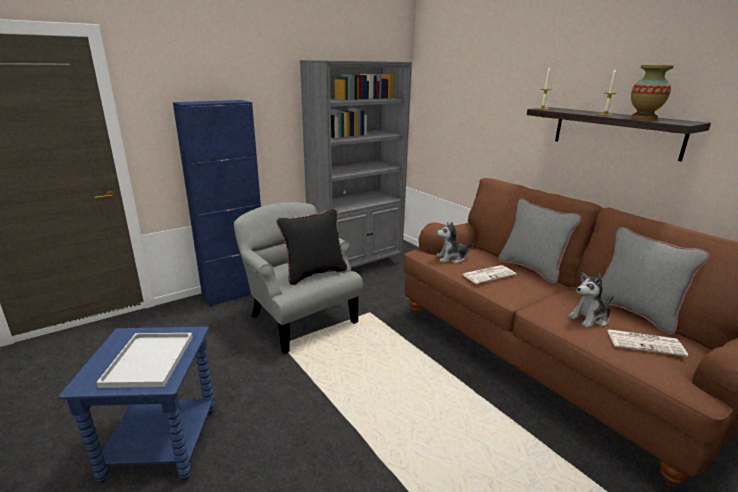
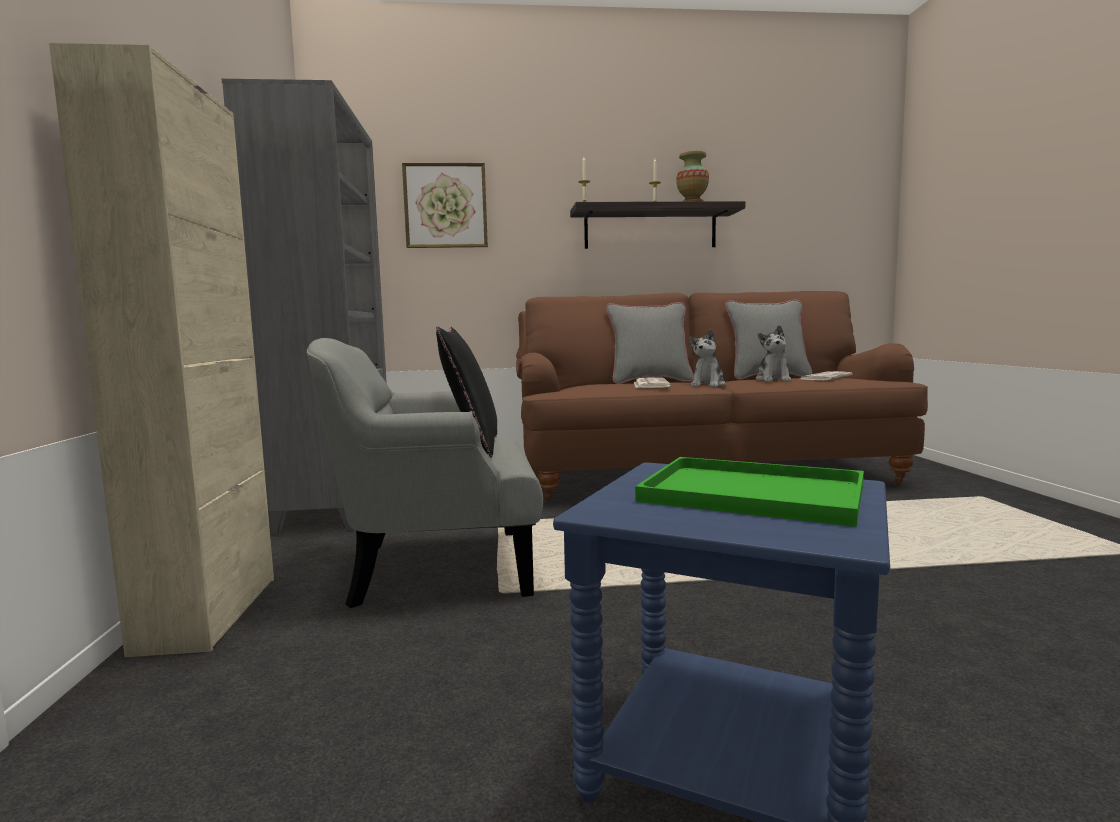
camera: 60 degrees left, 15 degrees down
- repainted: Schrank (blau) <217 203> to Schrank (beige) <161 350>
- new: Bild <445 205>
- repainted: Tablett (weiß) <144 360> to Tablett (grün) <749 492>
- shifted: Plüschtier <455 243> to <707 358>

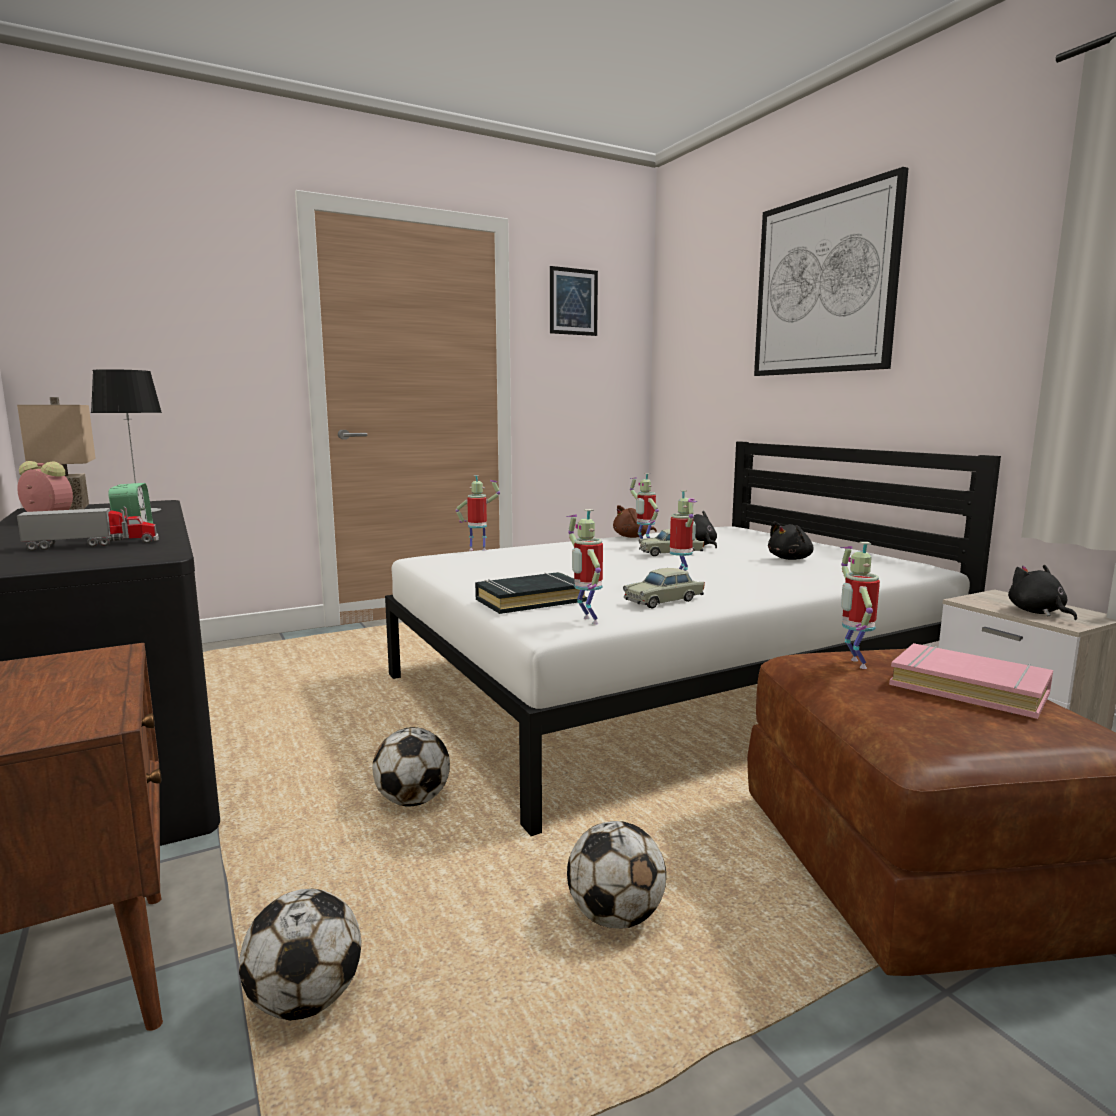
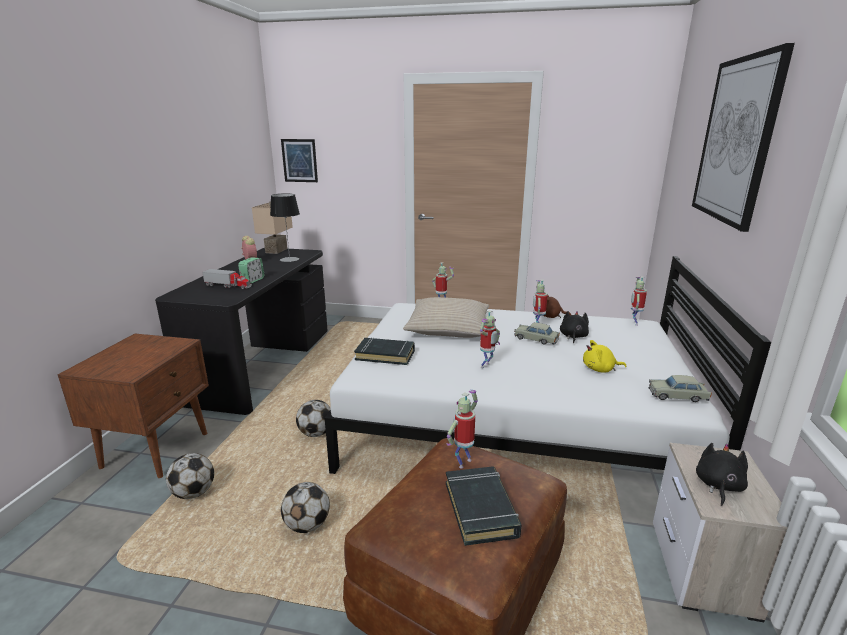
camera: 40 degrees right, 10 degrees up
- shifted: Bild <574 301> to <299 160>
- new: Kissen (beige) <446 317>
- repainted: Buch (rosa) <971 681> to Buch (schwarz) <484 506>
- repainted: Plüschtier (schwarz) <791 540> to Plüschtier (gelb) <604 356>
- shifted: Spielzeugroboter <584 566> to <639 301>
- shifted: Spielzeugauto (beige) <664 588> to <680 388>

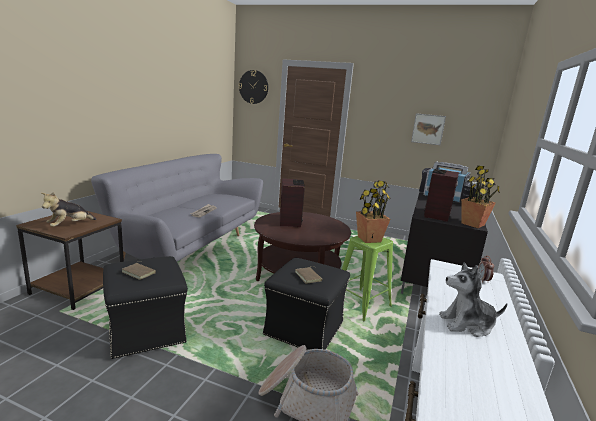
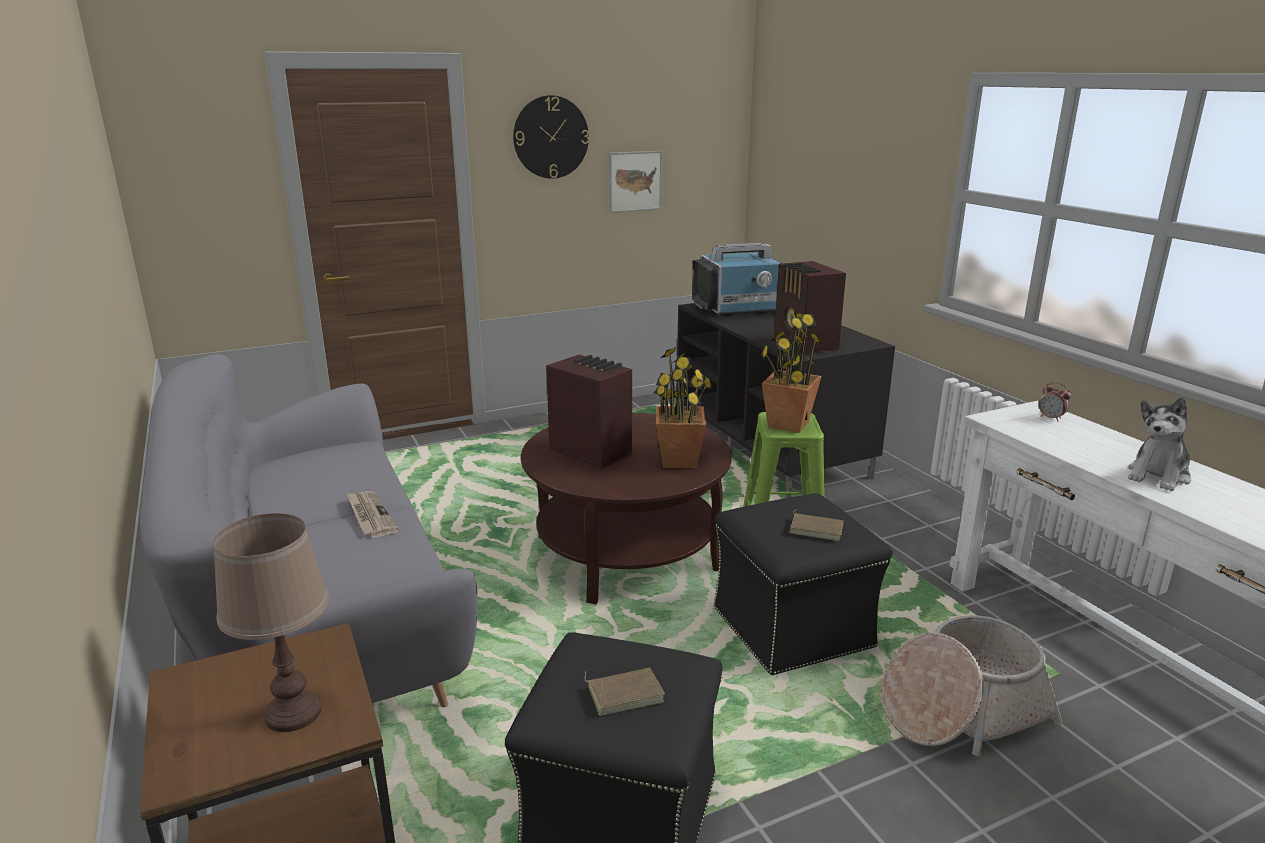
camera: 45 degrees left, 5 degrees up
- swapped: Plüschtier <68 209> to Tischlampe (braun) <271 622>
- shifted: Wanduhr <253 87> to <551 137>
- shifted: Topfpflanze <480 197> to <683 407>

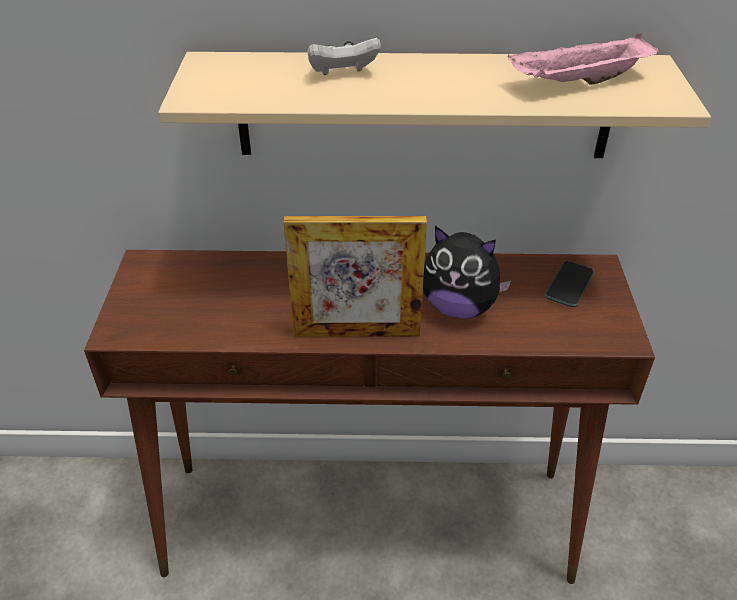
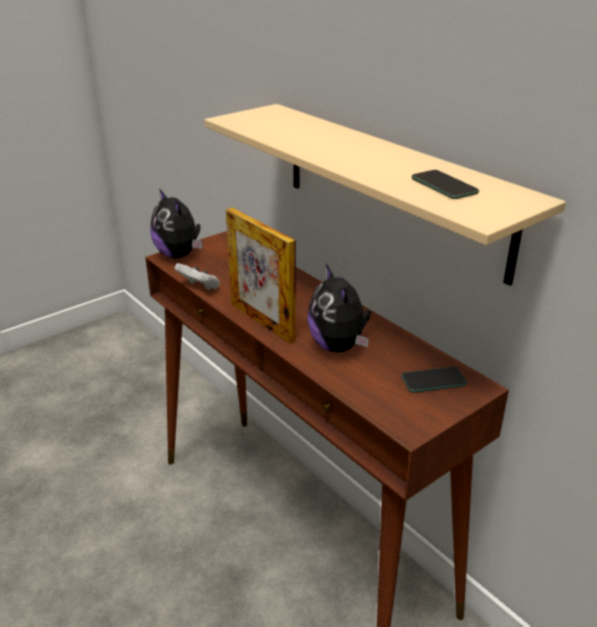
camera: 50 degrees right, 10 degrees down
- new: Plüschtier <176 223>
- shifted: Gamepad (weiß) <344 56> to <197 276>
- swapped: Tablett (rosa) <583 59> to Handy <445 184>

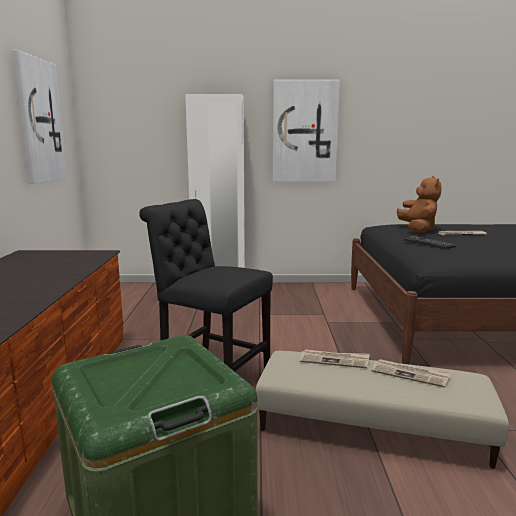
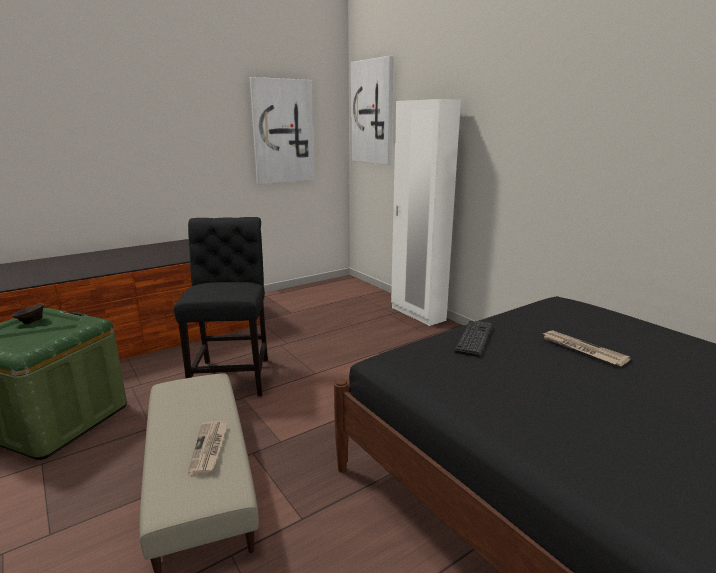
camera: 55 degrees right, 5 degrees up
- new: Schüssel (braun) <28 314>
- shifted: Bild <306 131> to <372 110>
- gone: Zeitung <335 358>
- gone: Plüschtier (braun) <419 204>

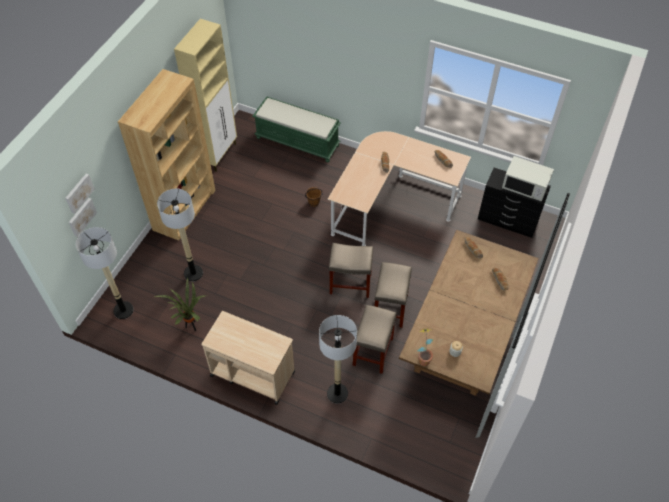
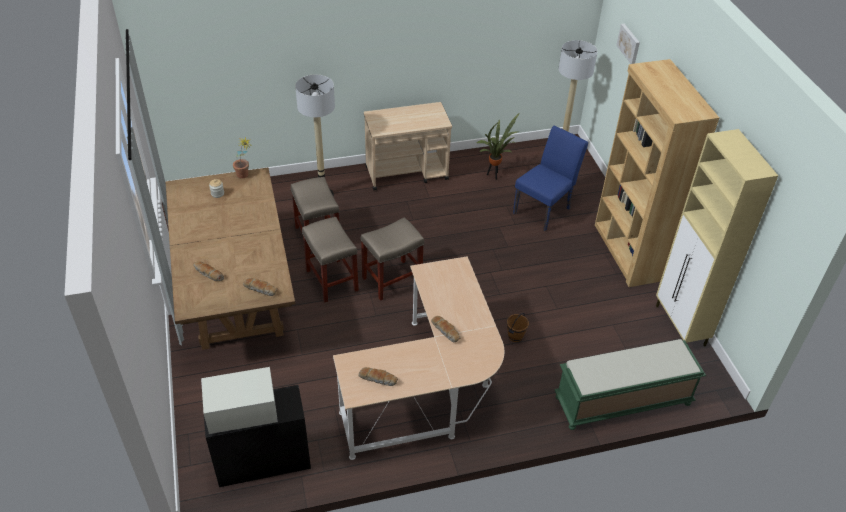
camera: 140 degrees right, 10 degrees down
- swapped: Stehlampe <180 235> to Stuhl (blau) <550 178>
- gone: Bild <83 217>

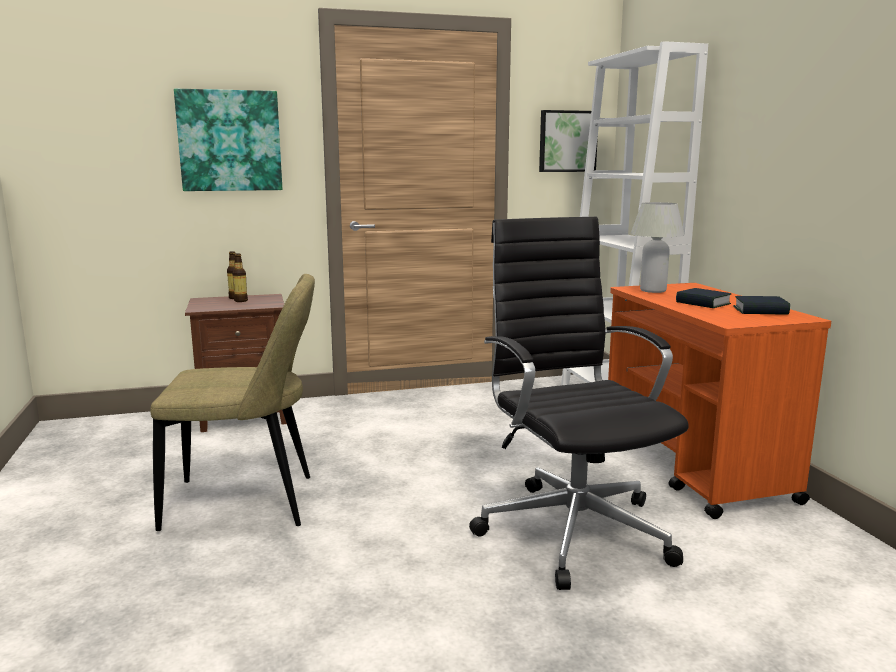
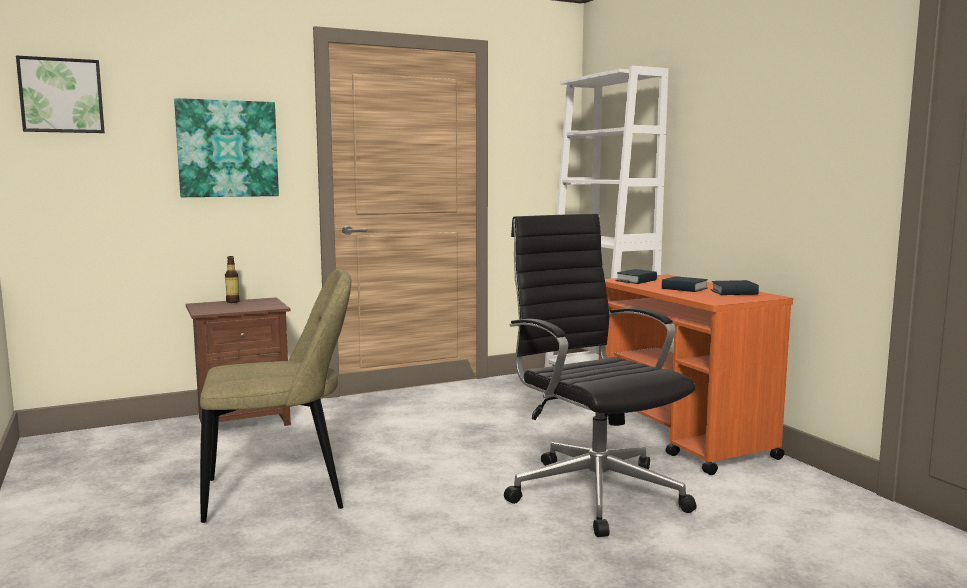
camera: 10 degrees left, 5 degrees down
- shifted: Bild <568 141> to <60 94>
- swapped: Tischlampe (weiß) <657 247> to Buch <636 276>
- gone: Flasche <240 277>

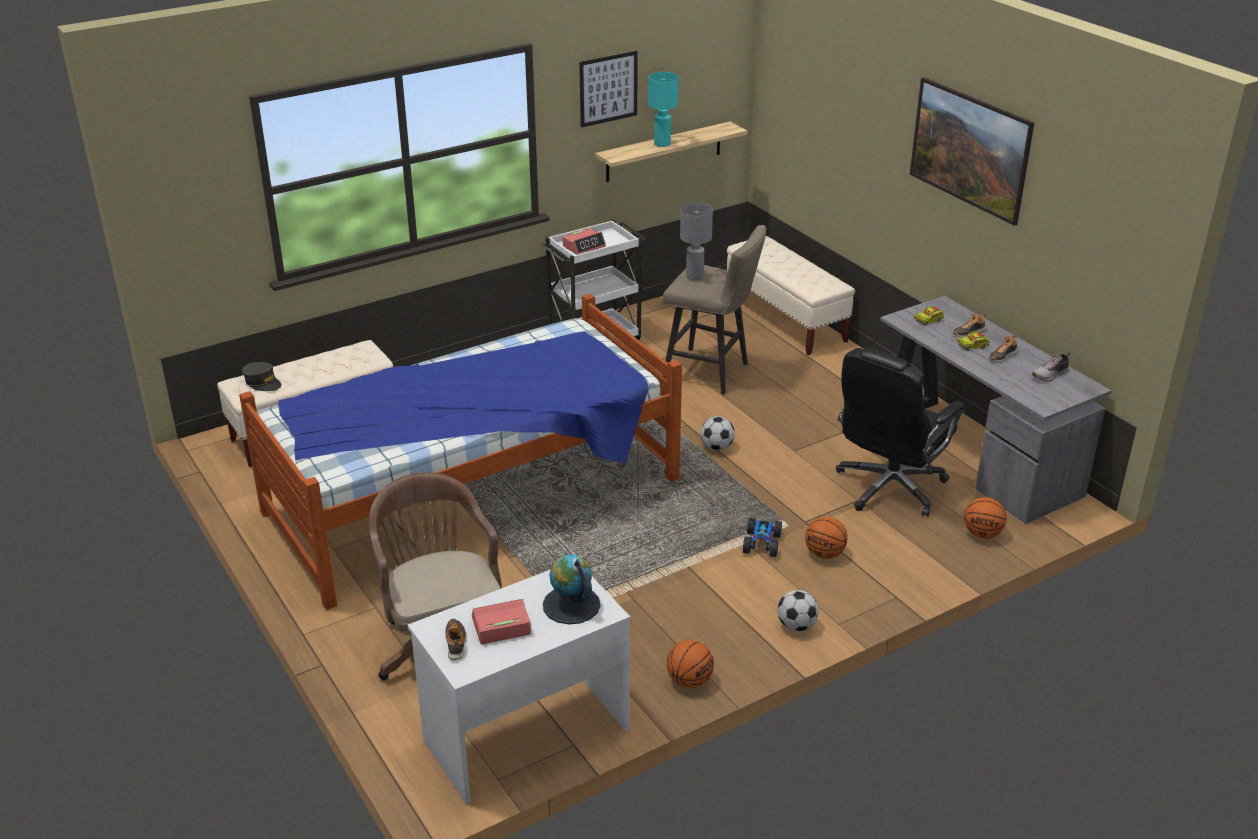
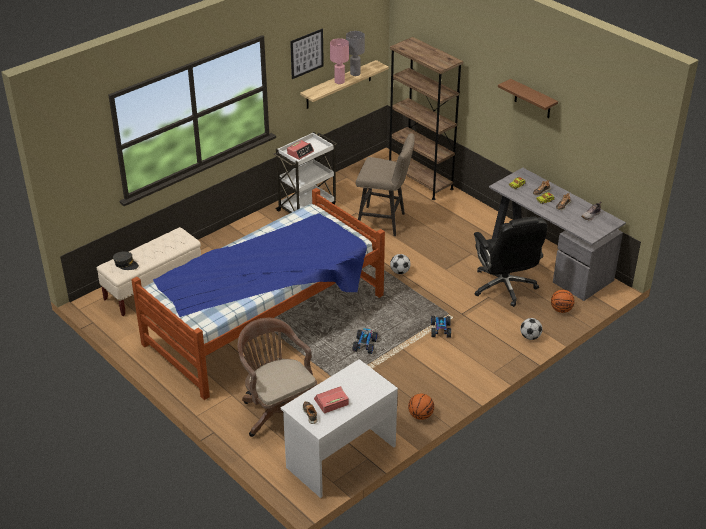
camera: 10 degrees left, 5 degrees up
- repainted: Tischlampe (türkis) <663 109> to Tischlampe (rosa) <339 61>
- shifted: Tischlampe (grau) <696 241> to <355 53>
- new: Spielzeugauto <365 341>
- swapped: Bank (beige) <791 295> to Bücherregal (braun) <426 118>
- rotated: Bürostuhl (schwarz) <901 432> = <510 261> 45 degrees counterclockwise
- swapped: Bild <972 151> to Wandregal (braun) <528 98>
- shifted: Fußball <798 610> to <531 329>
- gone: Globus <571 589>
- gone: Basketball <826 538>

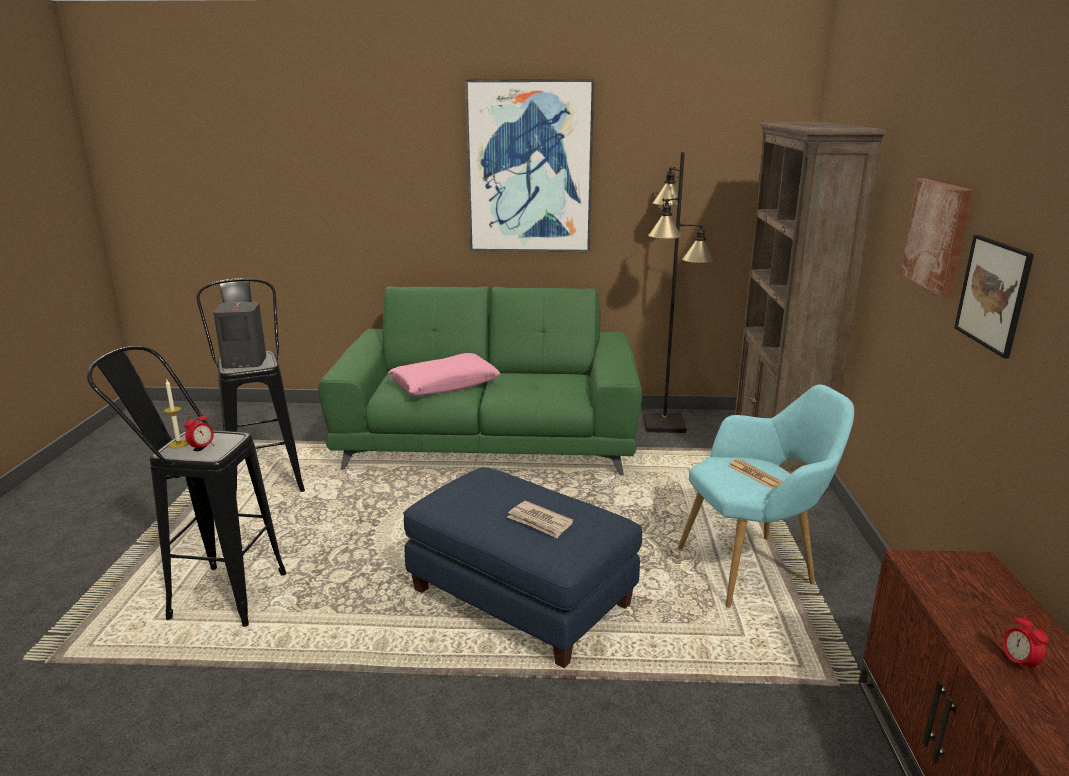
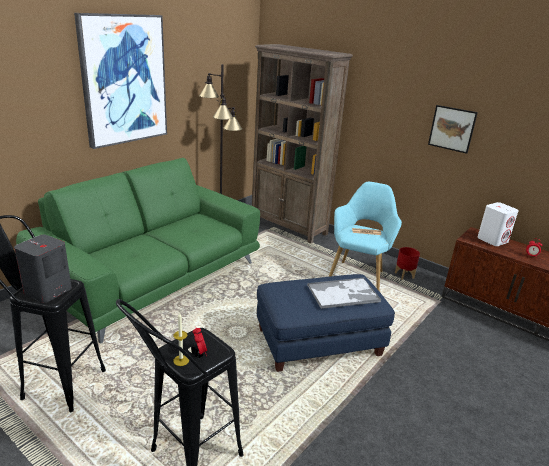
camera: 55 degrees left, 5 degrees up
- swapped: Zeitung <540 519> to Tablett <344 293>
- new: Pflanzkübel (rot) <407 263>
- new: Lautsprecher (weiß) <498 224>
- gone: Kissen (rosa) <444 374>
- gone: Bild <936 238>

